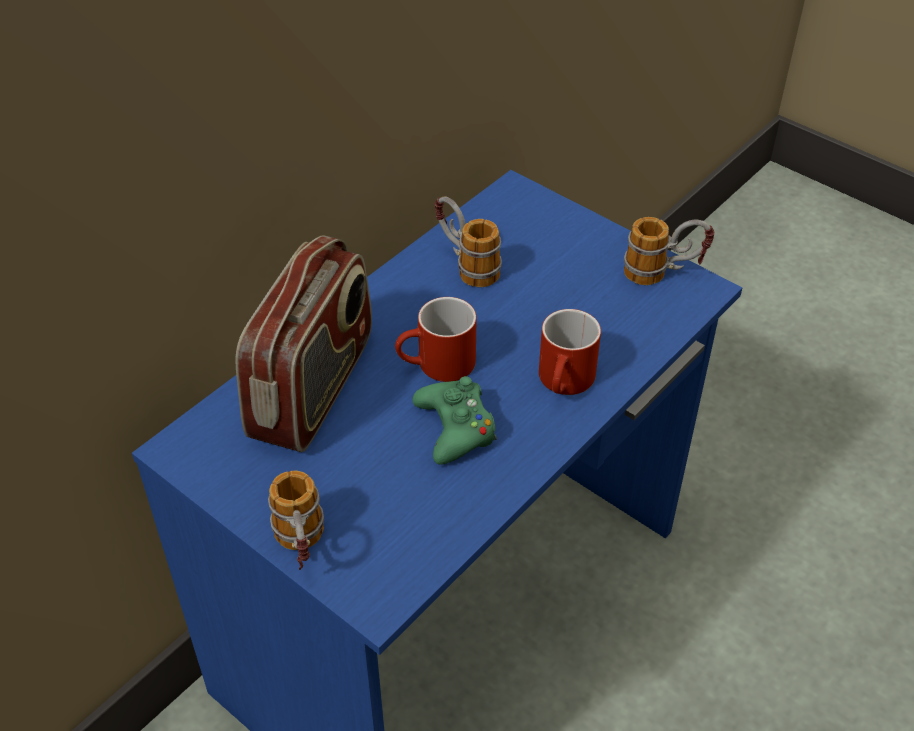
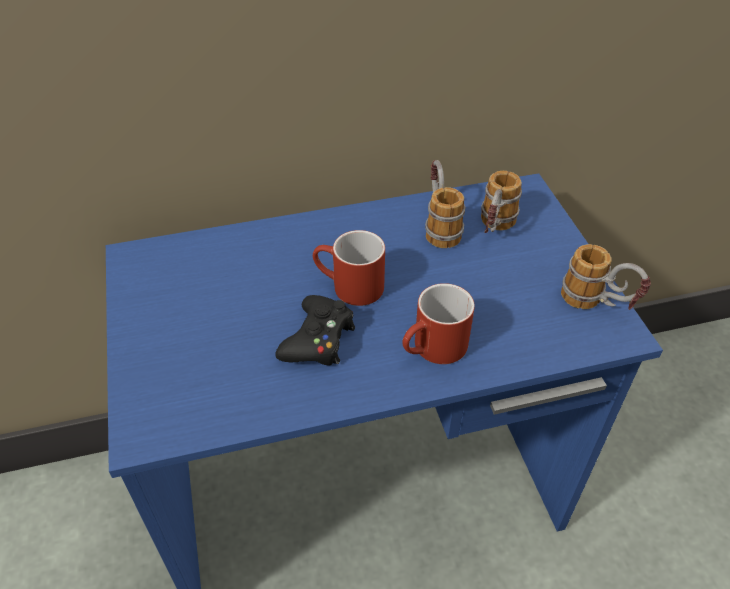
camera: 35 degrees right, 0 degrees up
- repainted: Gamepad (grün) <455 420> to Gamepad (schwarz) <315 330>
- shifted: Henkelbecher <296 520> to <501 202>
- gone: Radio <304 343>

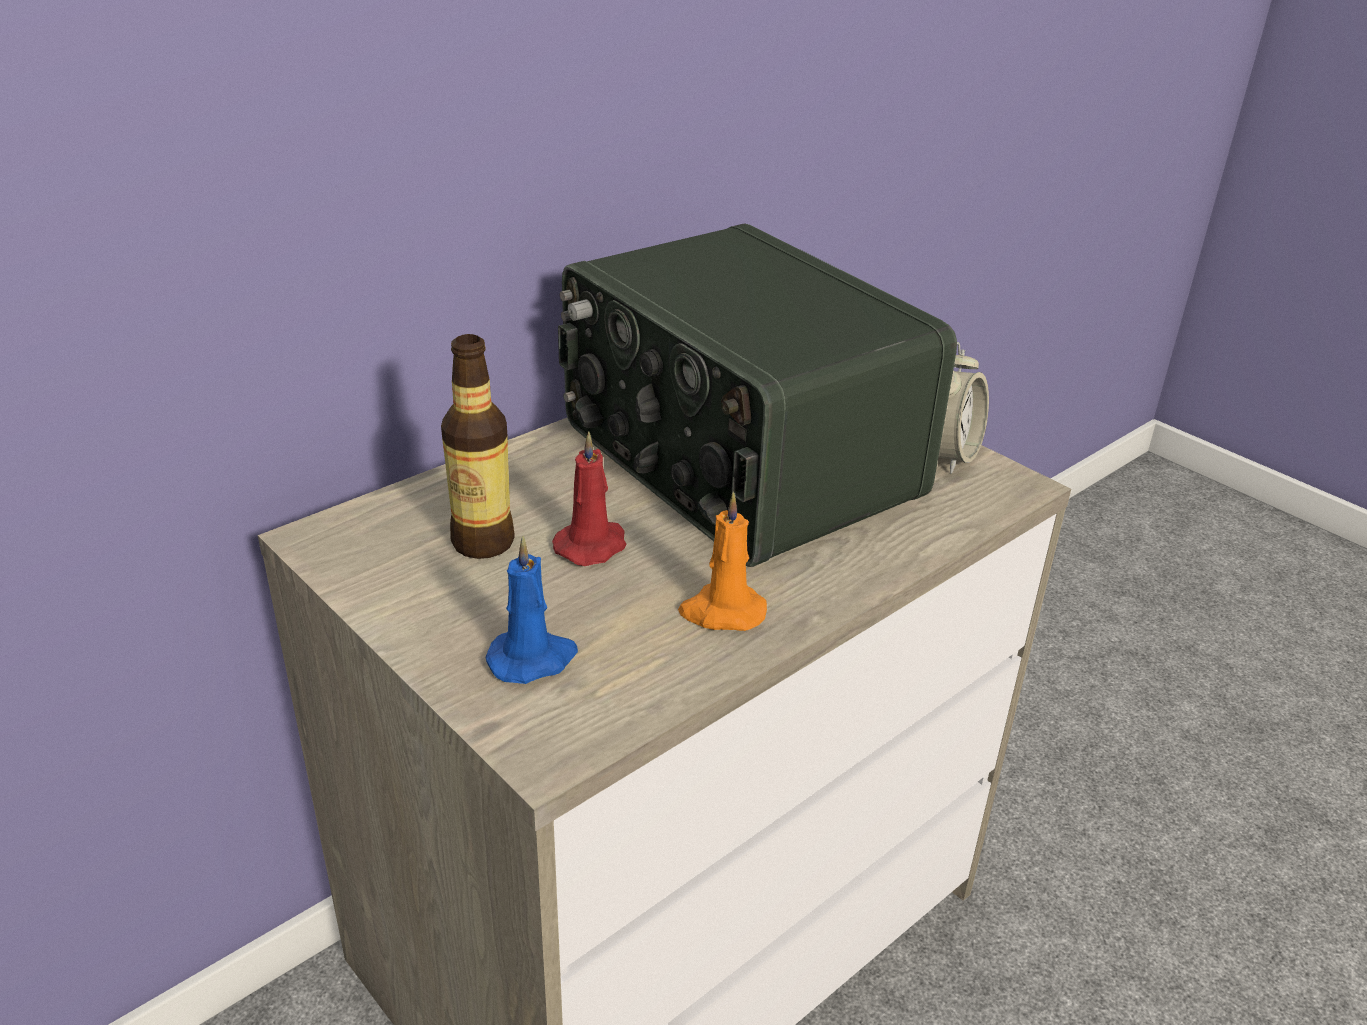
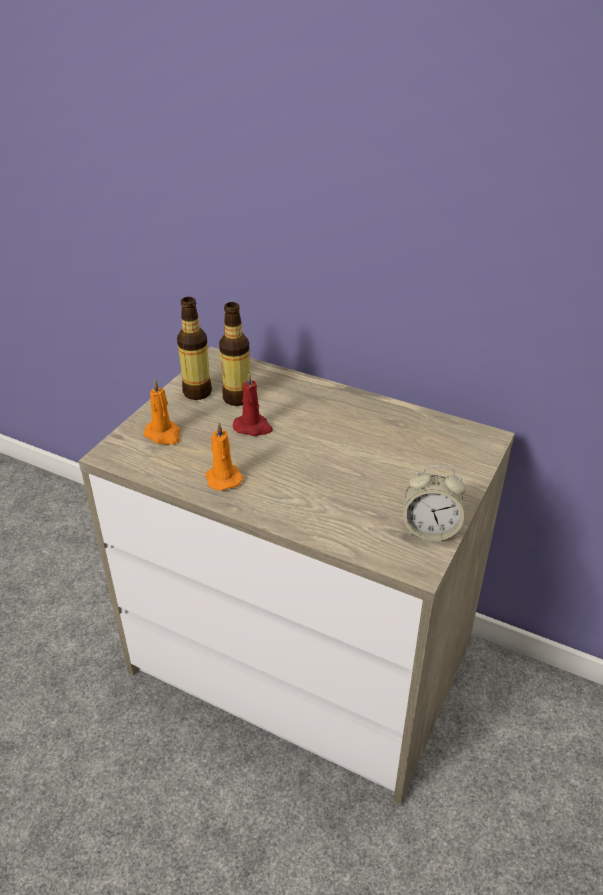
camera: 70 degrees right, 5 degrees up
- repainted: Kerze (blau) <532 610> to Kerze (orange) <161 412>
- new: Flasche <194 348>
- gone: Radio <757 395>

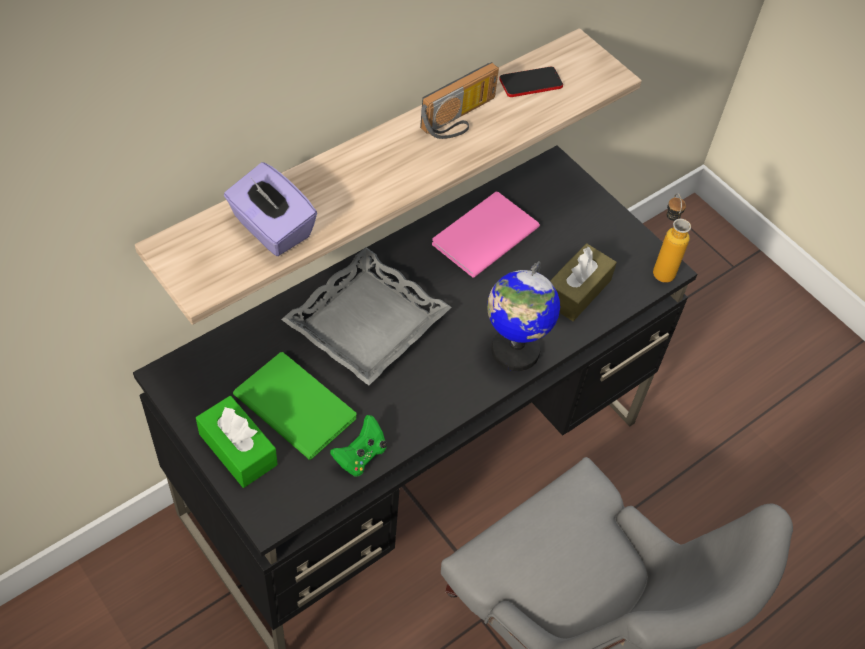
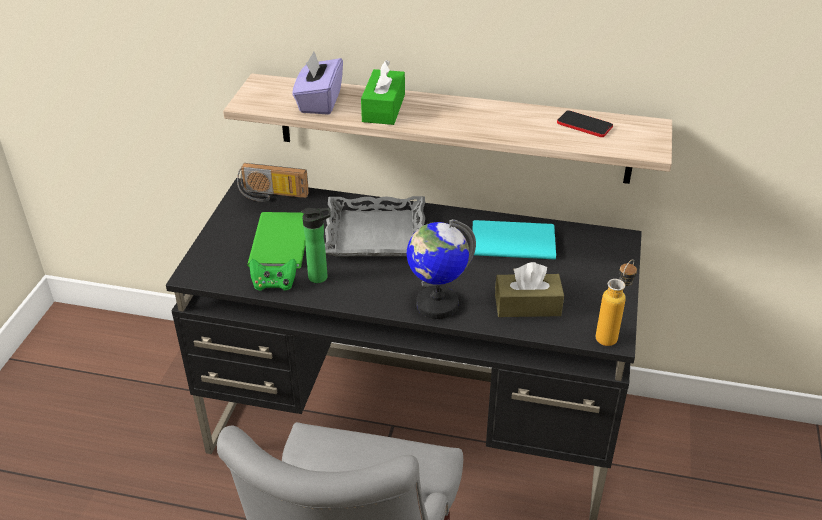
camera: 55 degrees right, 15 degrees down
- shifted: Radio <459 100> to <273 182>
- new: Flasche <316 245>
- shifted: Taschentuchbox (grün) <236 442> to <383 92>
- repainted: Buch (rosa) <486 235> to Buch (türkis) <514 240>

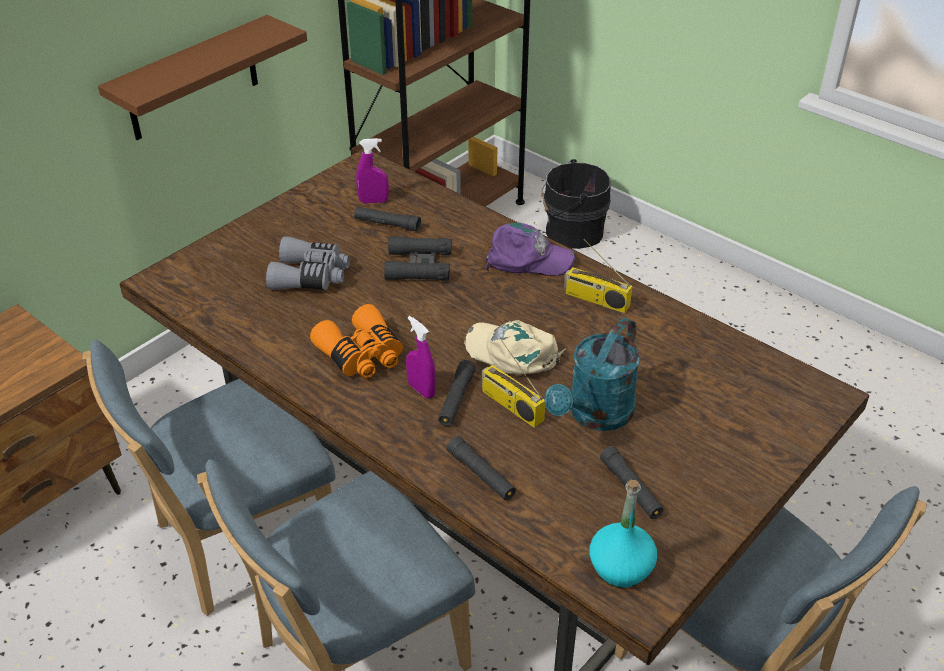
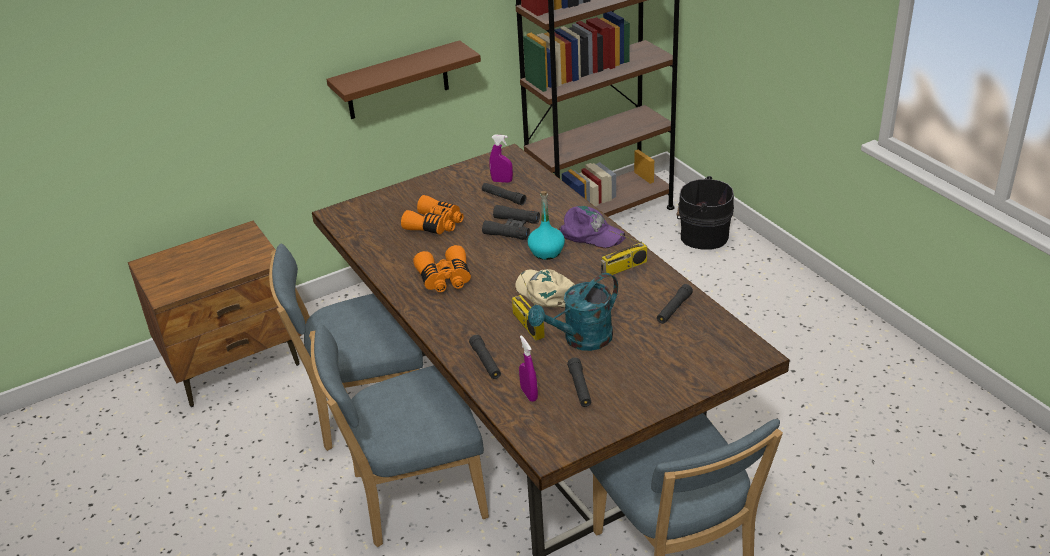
camera: 20 degrees right, 5 degrees down
- repainted: Fernglas (grau) <308 263> to Fernglas (orange) <432 214>
- shifted: Sprühflasche (lila) <421 357> to <528 368>
- shifted: Flasche (türkis) <623 534> to <546 225>
- rotated: Radio <598 276> = <624 253> 75 degrees counterclockwise
- shifted: Taschenlampe (schwarz) <457 393> to <675 304>

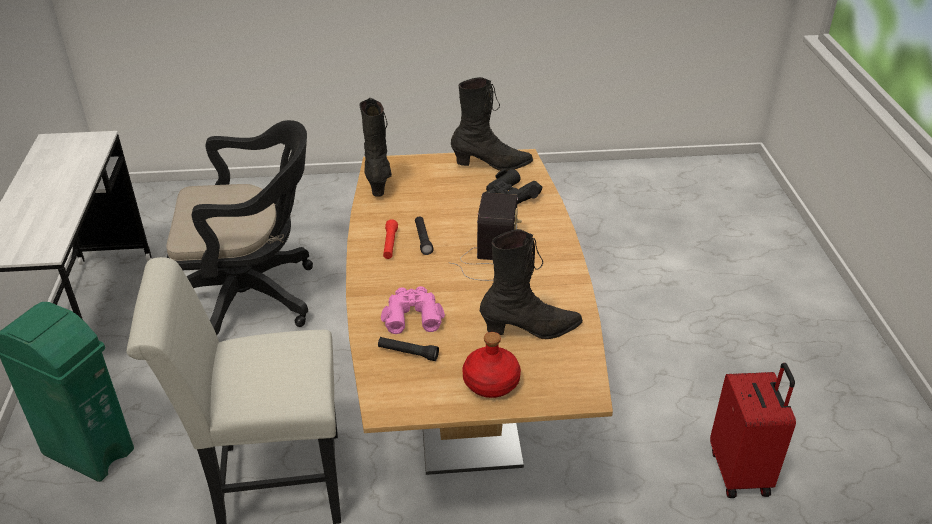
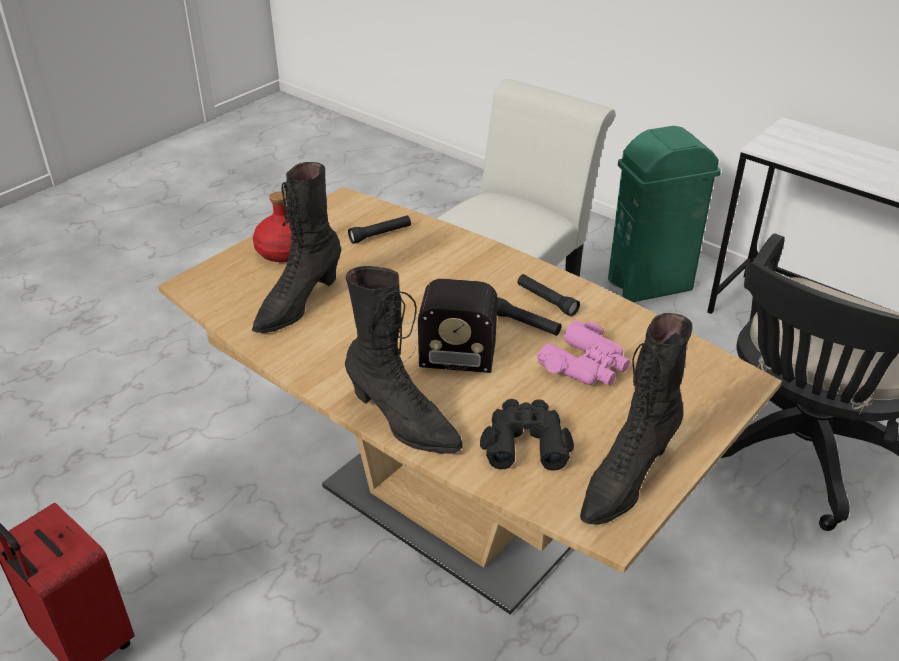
camera: 135 degrees right, 0 degrees up
- shifted: Stiefel (schwarz) <375 147> to <404 360>
- rotated: Radio <484 236> = <449 326> 45 degrees counterclockwise
- repainted: Taschenlampe (rot) <390 239> to Taschenlampe (schwarz) <548 295>
- shifted: Fernglas (rosa) <413 310> to <583 353>

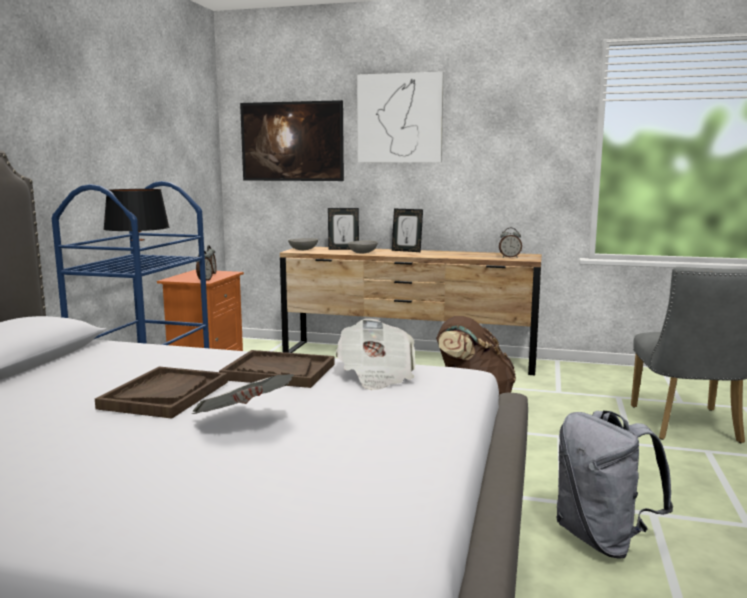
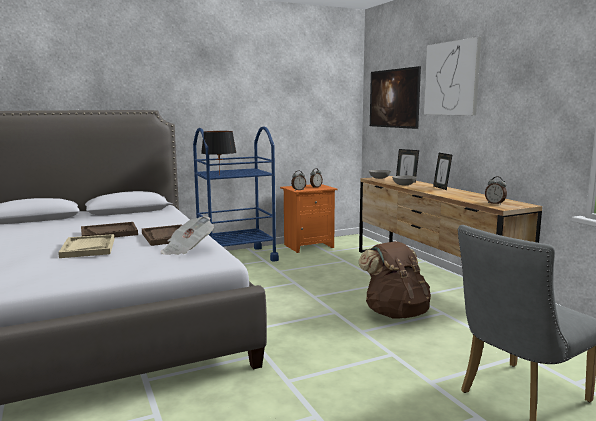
camera: 50 degrees right, 0 degrees up
- swapped: Zeitung <243 394> to Tablett (beige) <86 246>
- gone: Rucksack (grau) <614 484>

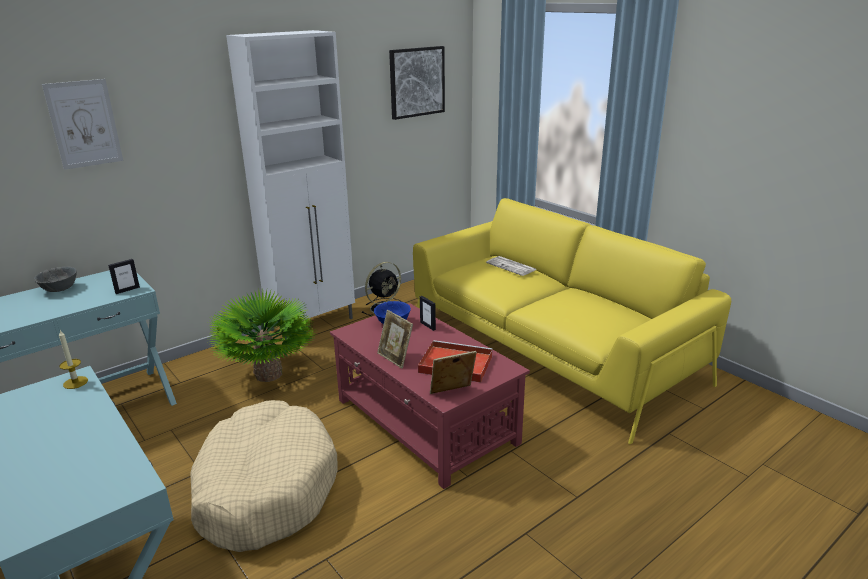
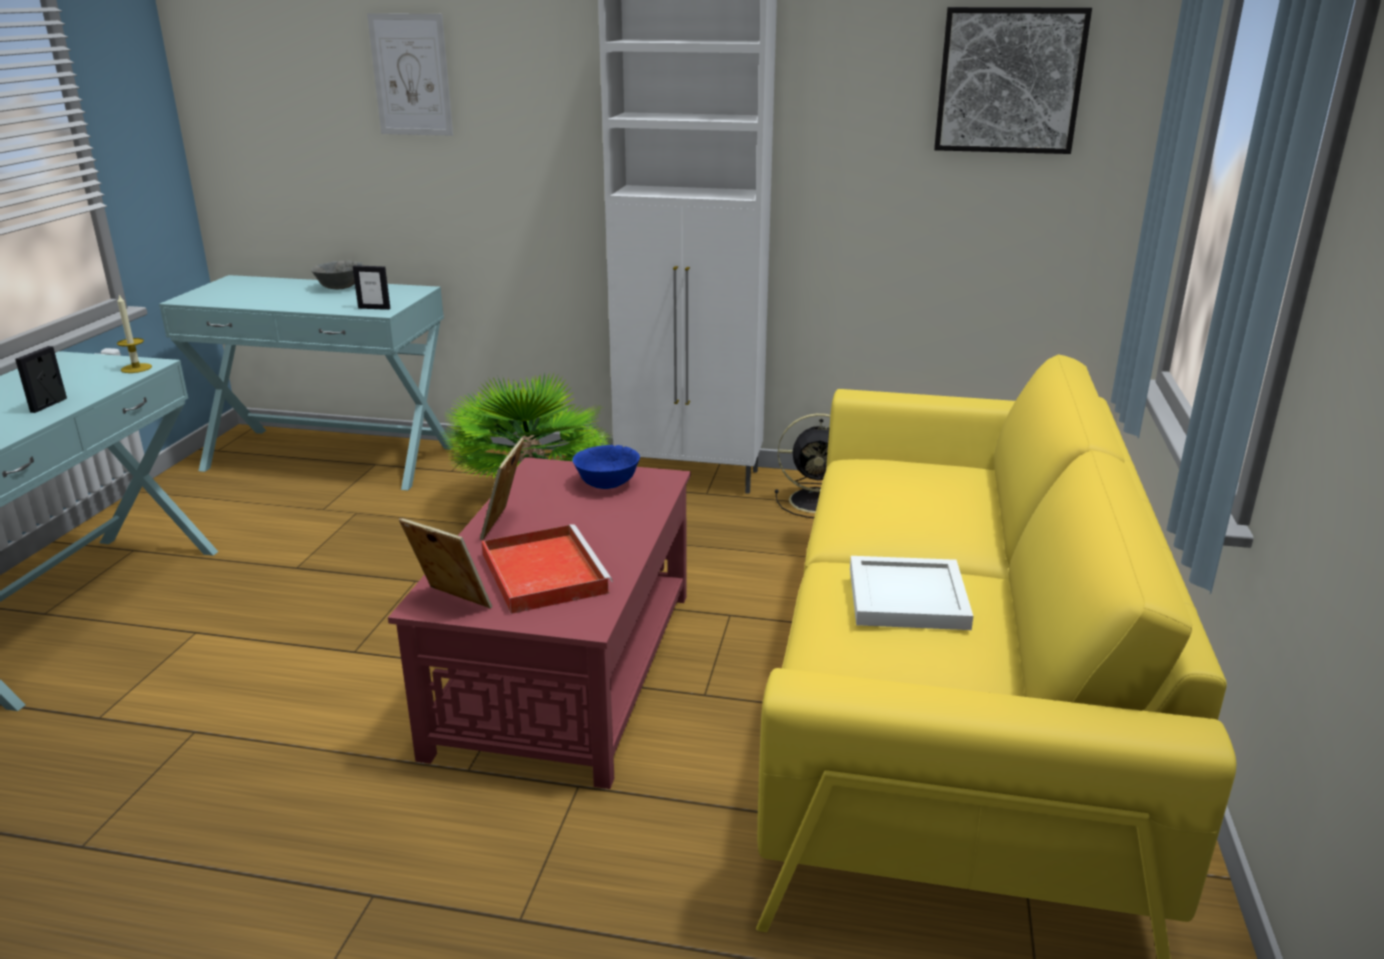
camera: 50 degrees right, 0 degrees up
- shifted: Bilderrahmen <428 313> to <41 379>
- new: Tablett (weiß) <911 593>
- gone: Hundebett (beige) <264 476>
- gone: Zeitung <511 266>

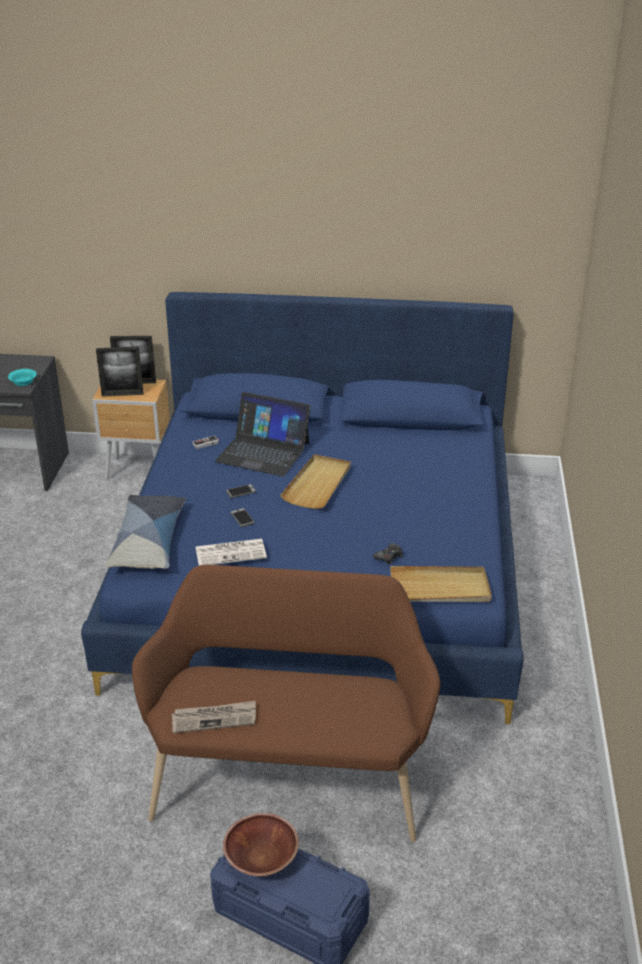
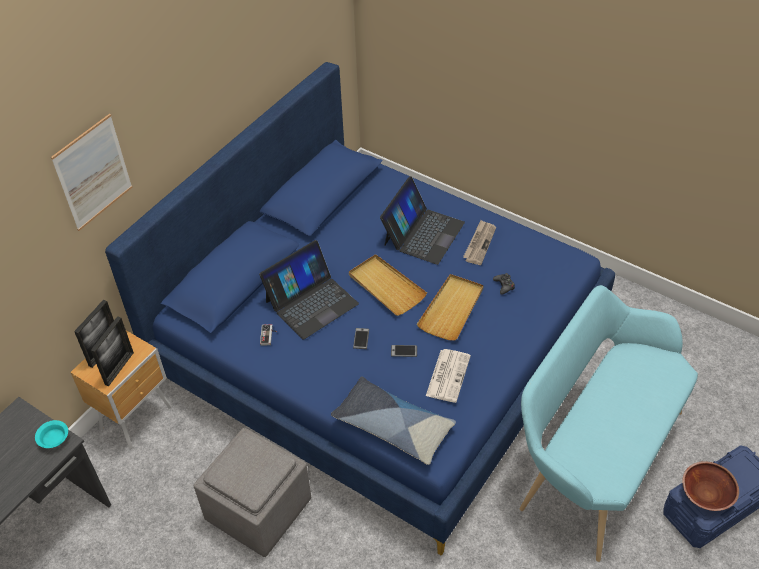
camera: 60 degrees left, 15 degrees up
- new: Bild <91 172>
- new: Polsterhocker (grau) <252 492>
- new: Laptop <422 220>
- shifted: Tablett (beige) <441 584> to <450 307>
- shifted: Zeitung <214 717> to <479 242>
- repainted: Bank (braun) <286 703> to Bank (türkis) <609 423>

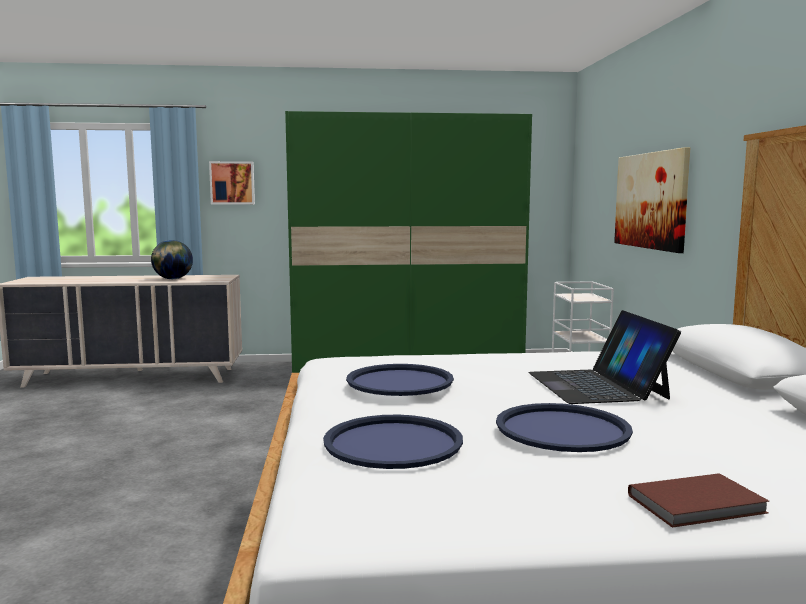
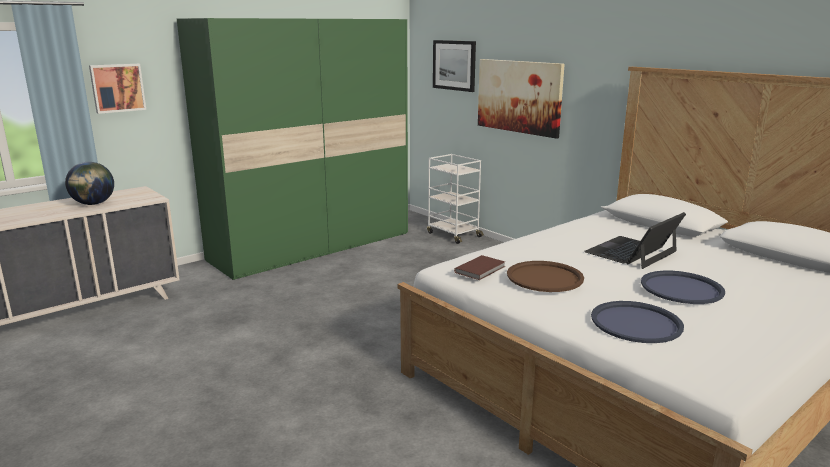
camera: 35 degrees left, 10 degrees up
- new: Bild <454 66>
- shifted: Buch (braun) <699 500> to <479 267>
- repainted: Tablett (blau) <400 380> to Tablett (braun) <545 276>
- rotated: Laptop <604 357> = <635 240> 90 degrees clockwise

